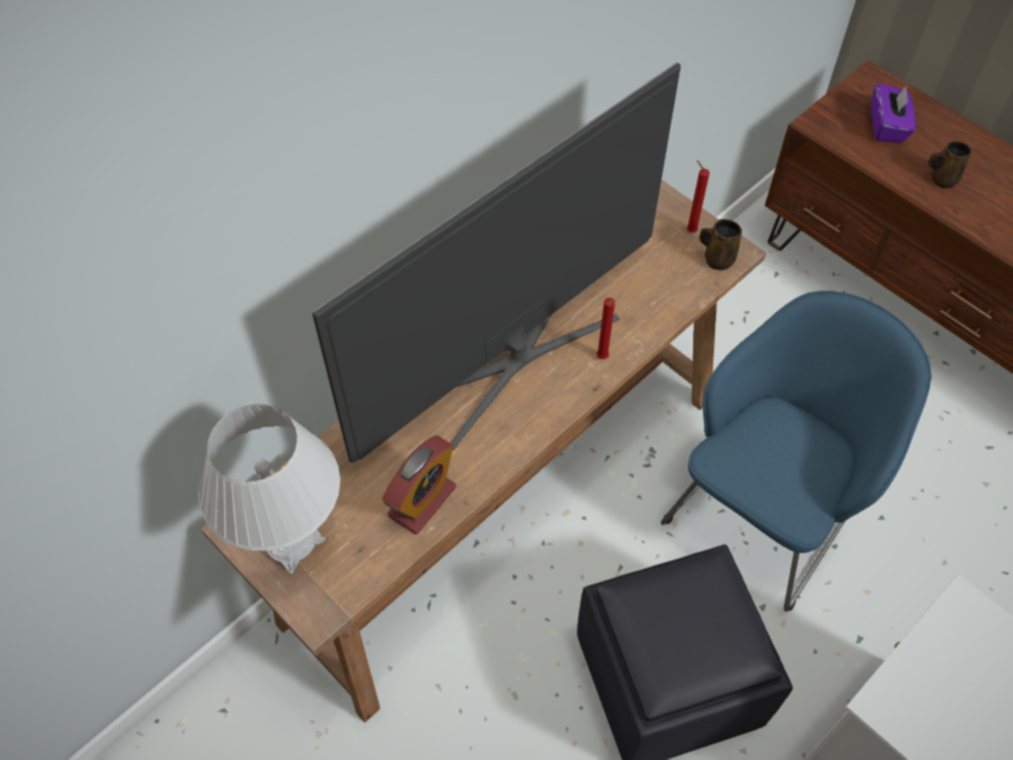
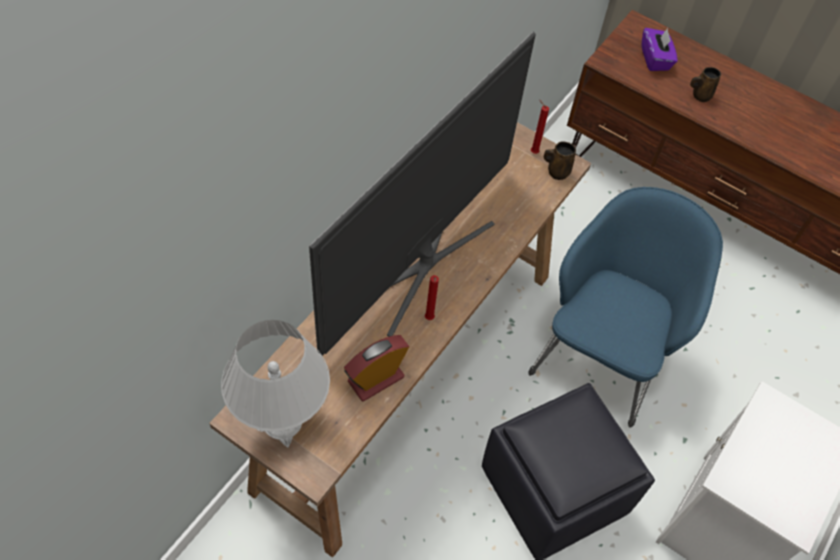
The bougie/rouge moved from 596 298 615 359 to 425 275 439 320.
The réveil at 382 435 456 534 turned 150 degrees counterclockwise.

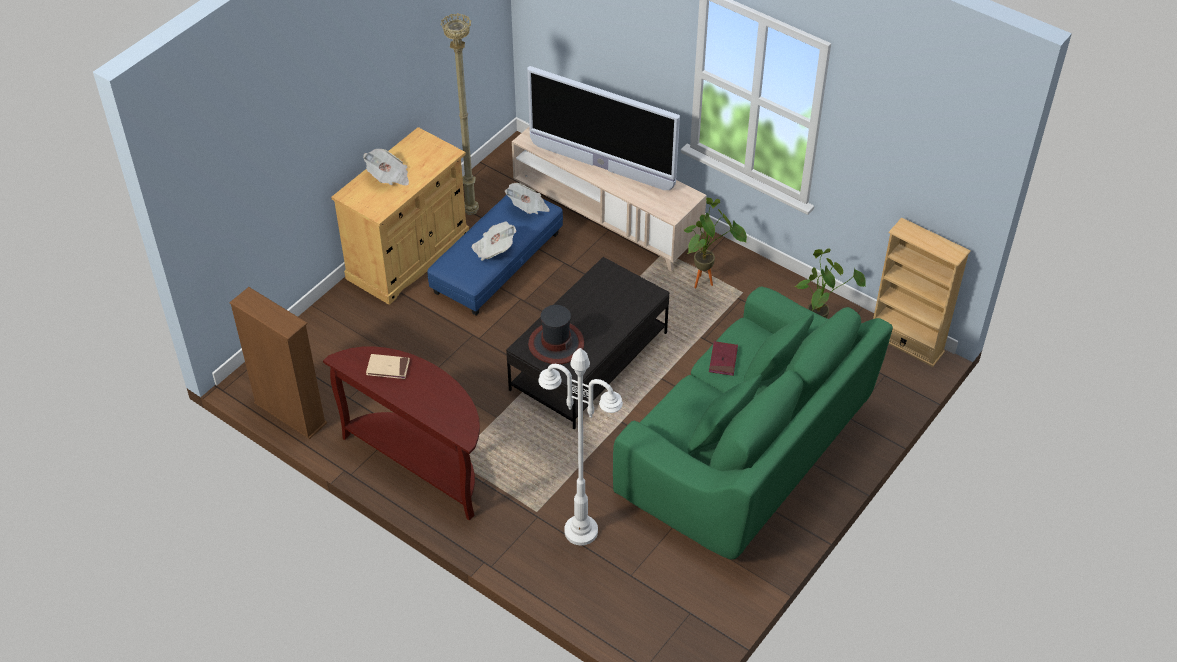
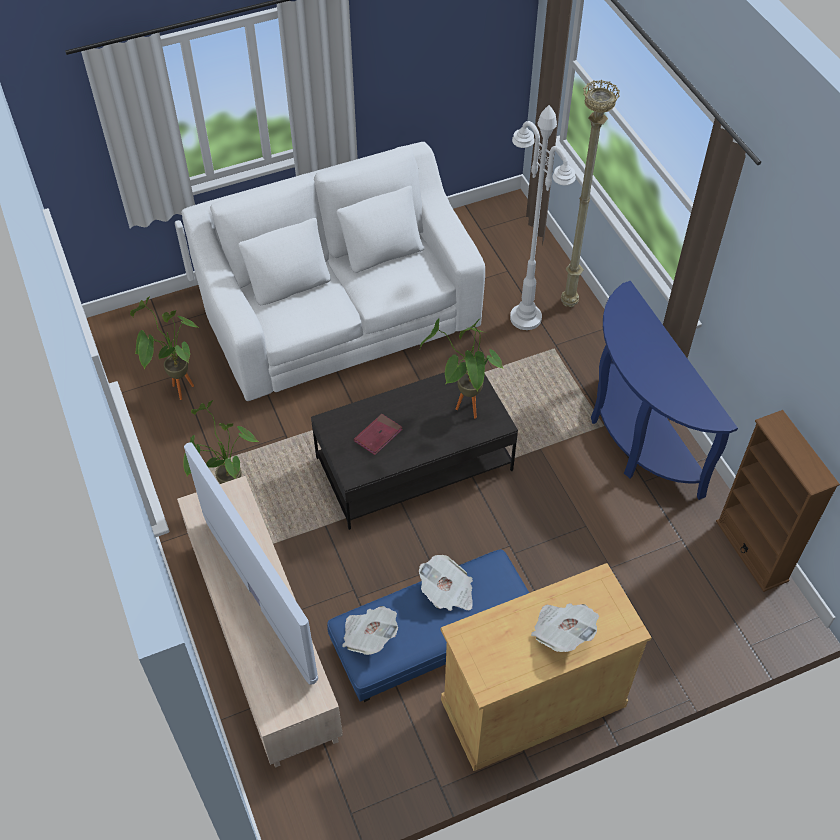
The livre/beige at 366 354 410 379 disappeared.
The bibliothèque/beige at 873 218 971 367 disappeared.
The lampadaire/beige moved from 441 14 479 215 to 561 79 620 307.
The livre/rouge moved from 709 341 738 376 to 354 414 403 455.
The chapeau at 528 305 584 364 was replaced by the plante en pot at 419 319 504 418.
The table console/marron at 323 346 480 521 became the table console/bleu at 591 281 738 500.
The canapé/vert at 613 286 893 559 became the canapé/blanc at 181 142 485 401.

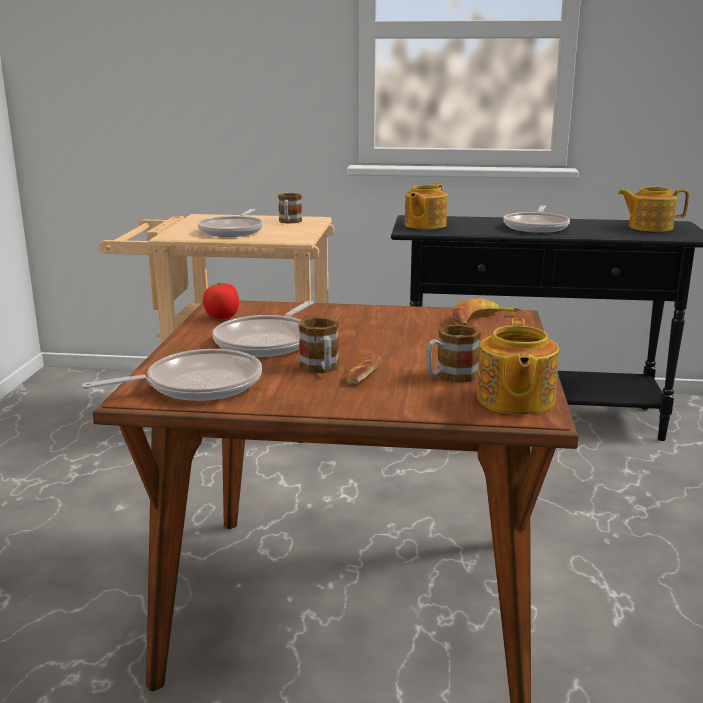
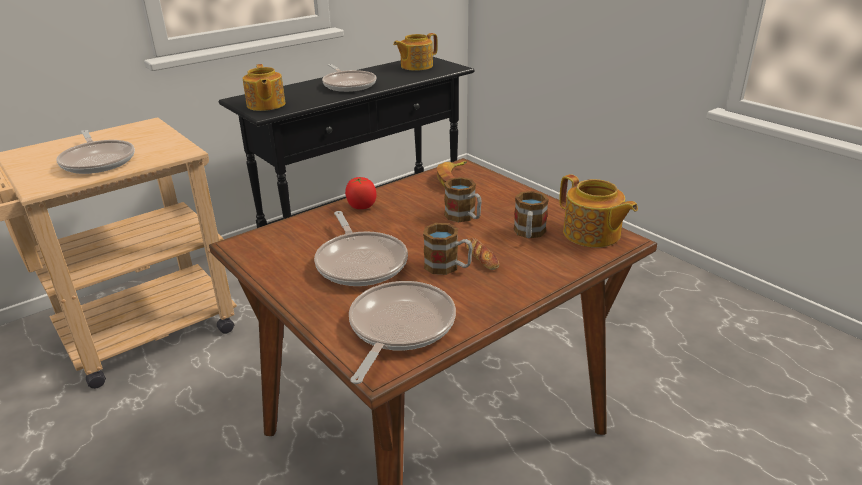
The tomate moved from 203 282 239 319 to 345 177 377 209.
The mug moved from 278 193 302 224 to 444 177 482 222.

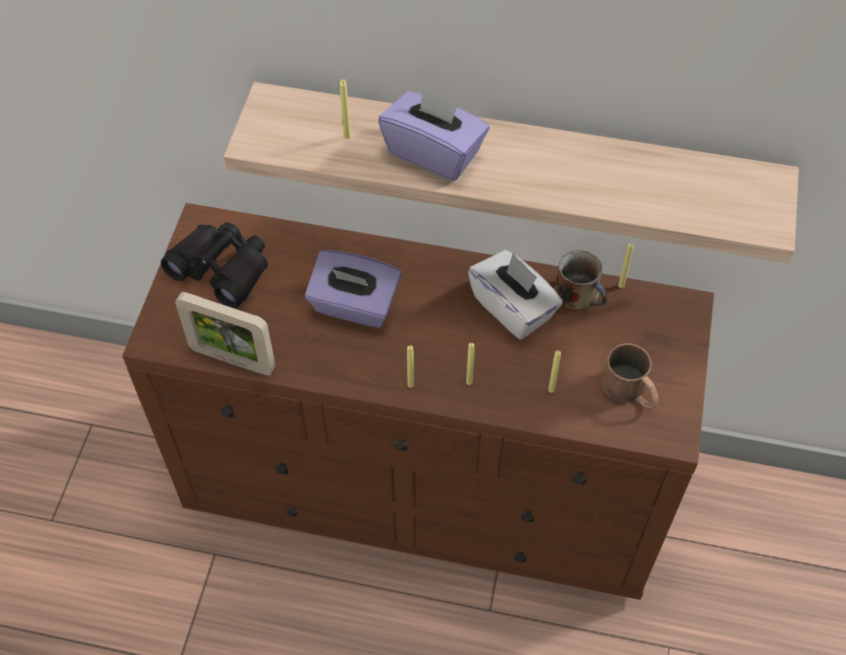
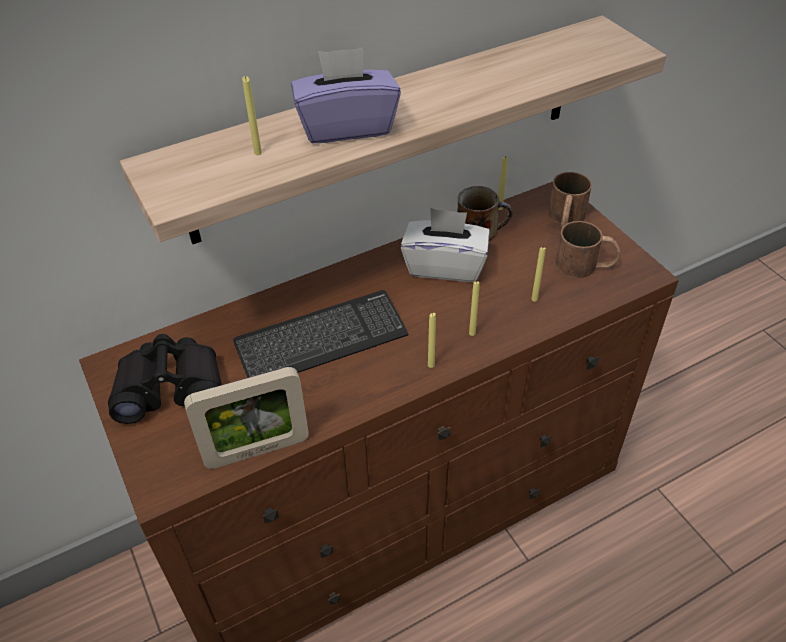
The mug/marron at 548 172 592 229 appeared.
The boîte à mouchoirs/violet at 305 250 402 328 was replaced by the clavier at 233 290 408 378.

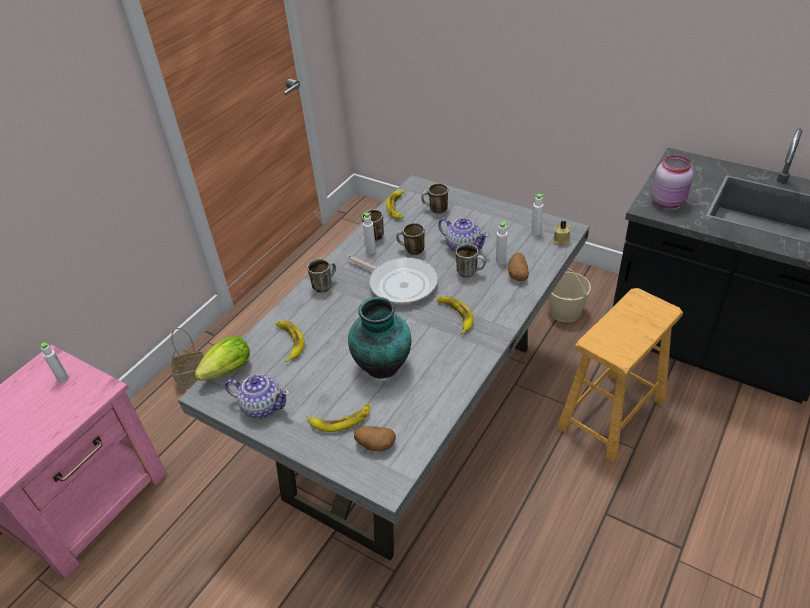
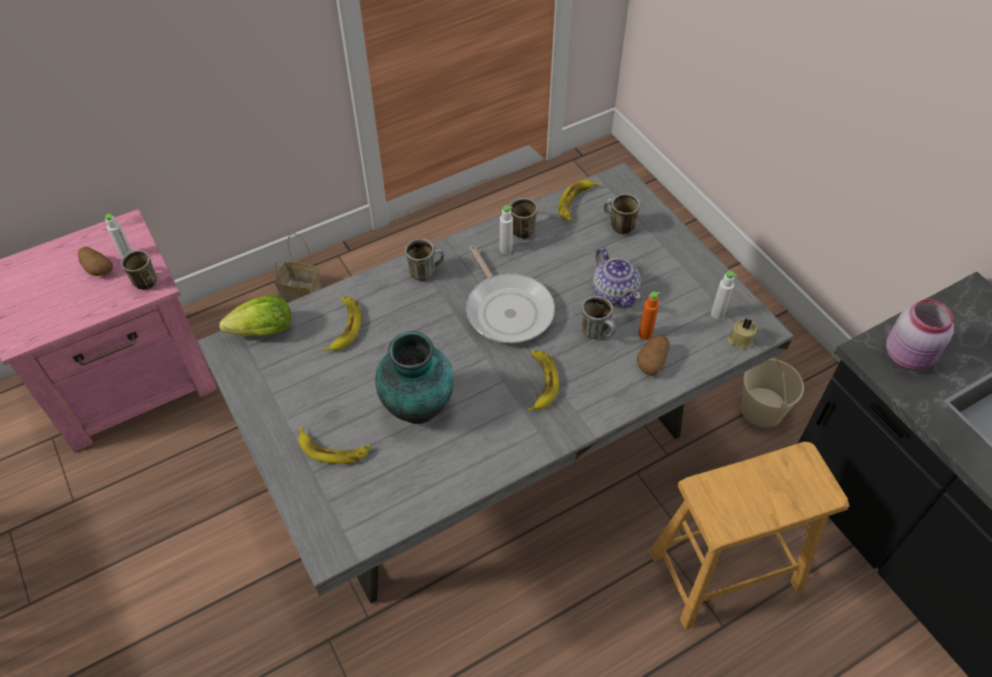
The théière at 225 374 290 418 disappeared.
The pomme de terre moved from 354 426 396 451 to 78 247 113 276.
The mug moved from 396 223 425 255 to 121 250 157 290.
The bouteille/blanc at 496 221 508 264 became the bouteille/orange at 638 291 660 340.

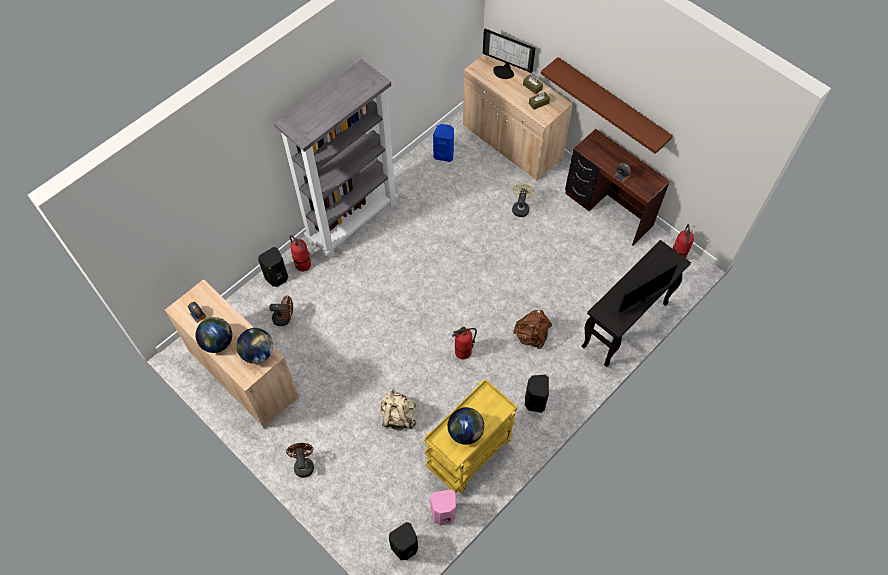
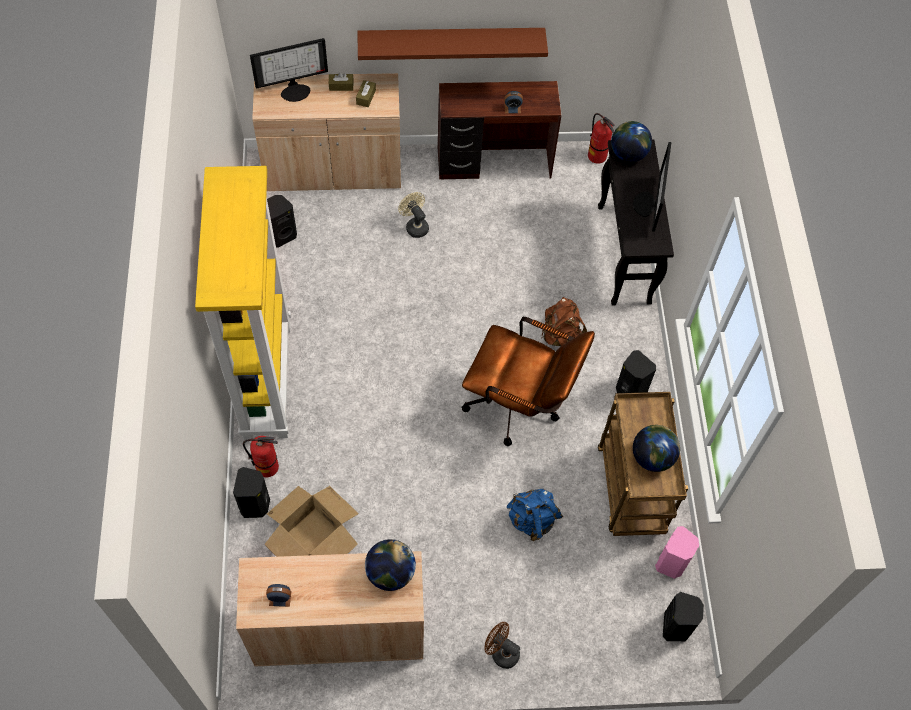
The globe moved from 196 317 232 353 to 611 121 652 162.
The ventilateur/marron at 269 296 293 326 was replaced by the carton at 264 486 359 557.
The extincteur at 452 326 477 359 was replaced by the chaise de bureau/marron at 462 317 595 446.
The bibliothèque/gris at 274 59 398 259 became the bibliothèque/jaune at 195 166 291 439.
The sac à dos/beige at 380 389 416 430 became the sac à dos/bleu at 507 489 563 541.
The chariot/jaune at 424 379 518 493 became the chariot/marron at 598 392 688 536.
The enceinte/bleu at 433 124 454 162 became the enceinte/noir at 267 195 297 248.

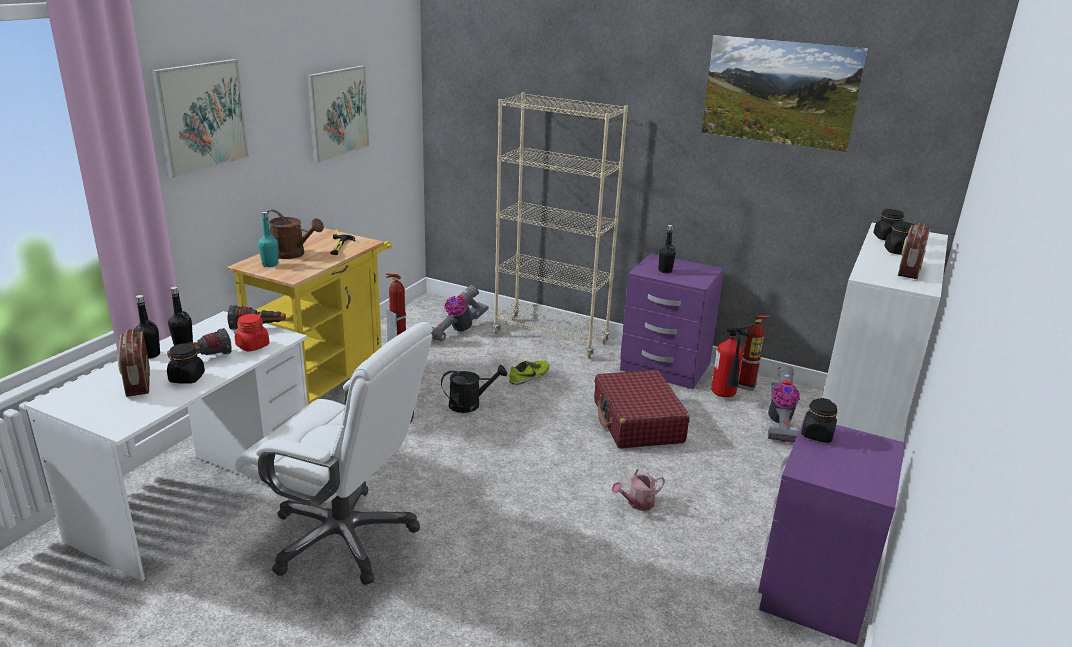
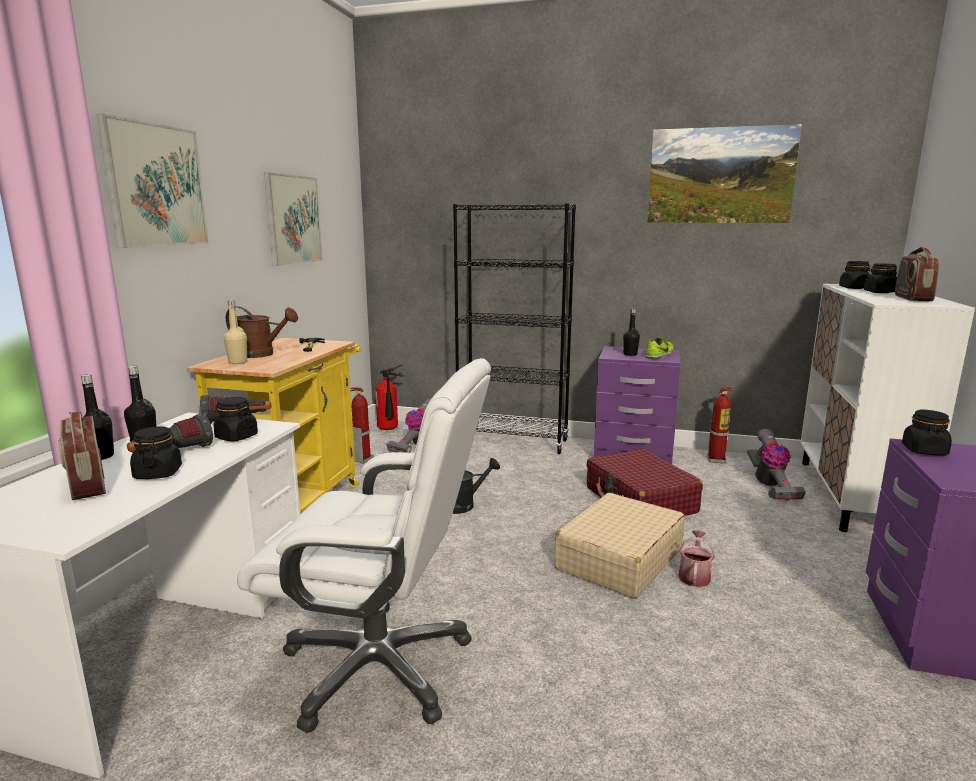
The valise/beige at 554 493 685 599 appeared.
The chaussure moved from 509 361 549 385 to 646 337 674 359.
The extincteur moved from 711 323 756 397 to 375 365 404 430.
The bocal/rouge at 235 314 269 352 became the bocal/noir at 214 397 258 441.
The bouteille/turquoise at 258 211 278 267 became the bouteille/beige at 224 300 247 364.
The bibliothèque/beige at 493 92 628 359 became the bibliothèque/noir at 453 203 576 454.
The arrosoir at 611 467 665 511 turned 150 degrees clockwise.

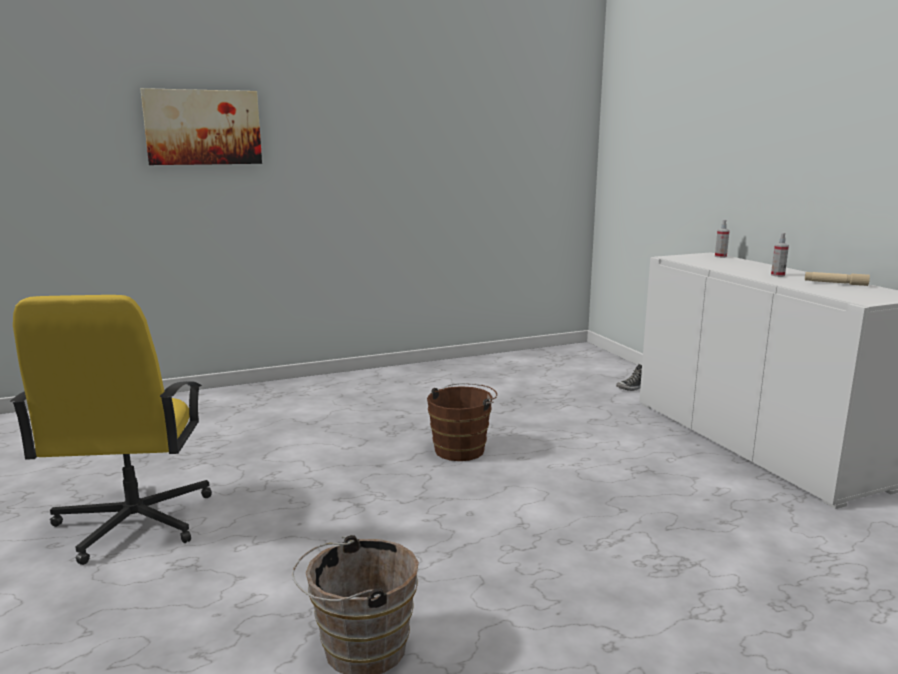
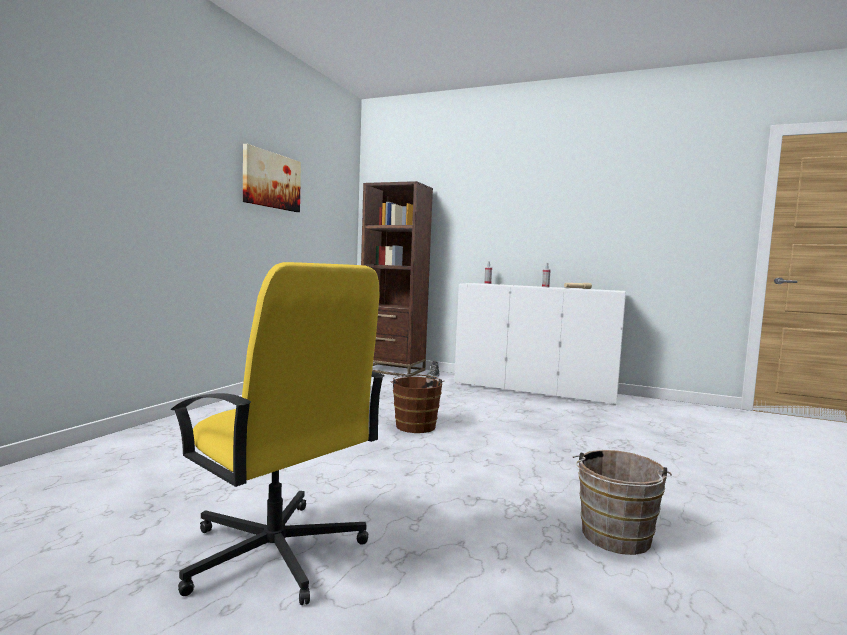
The bibliothèque/marron at 361 181 433 377 appeared.
The tableau moved from 140 88 262 165 to 243 144 301 212.

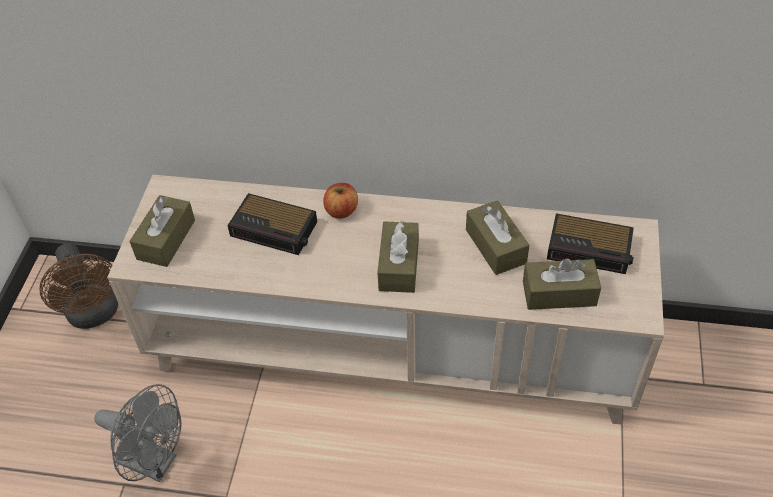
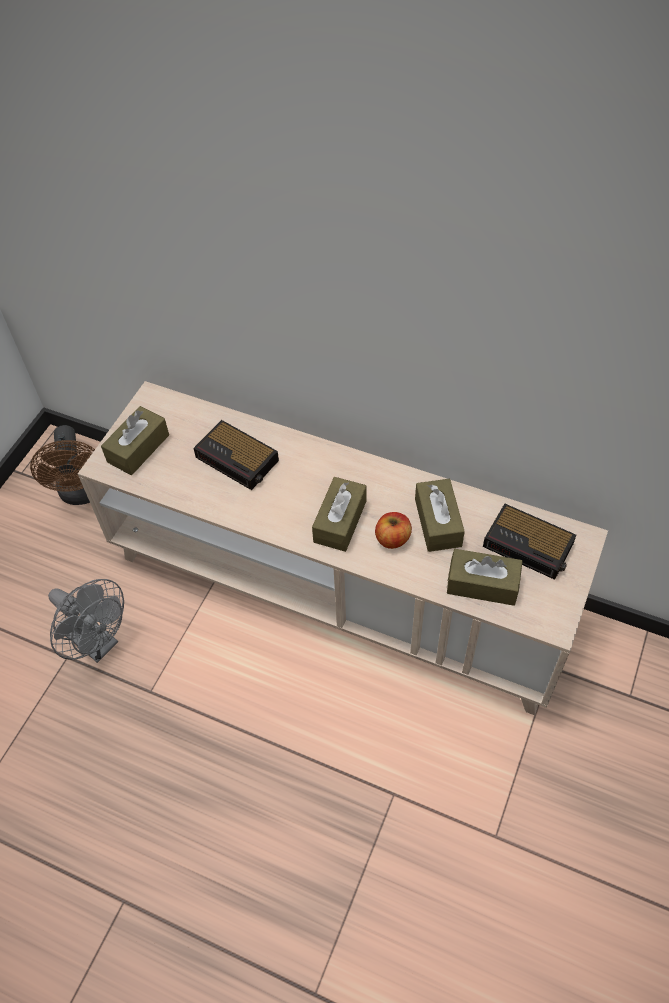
The pomme moved from 323 183 358 219 to 375 512 412 549.

